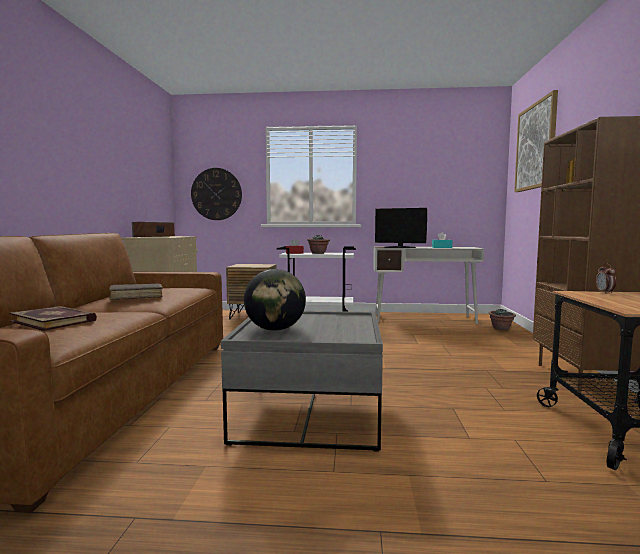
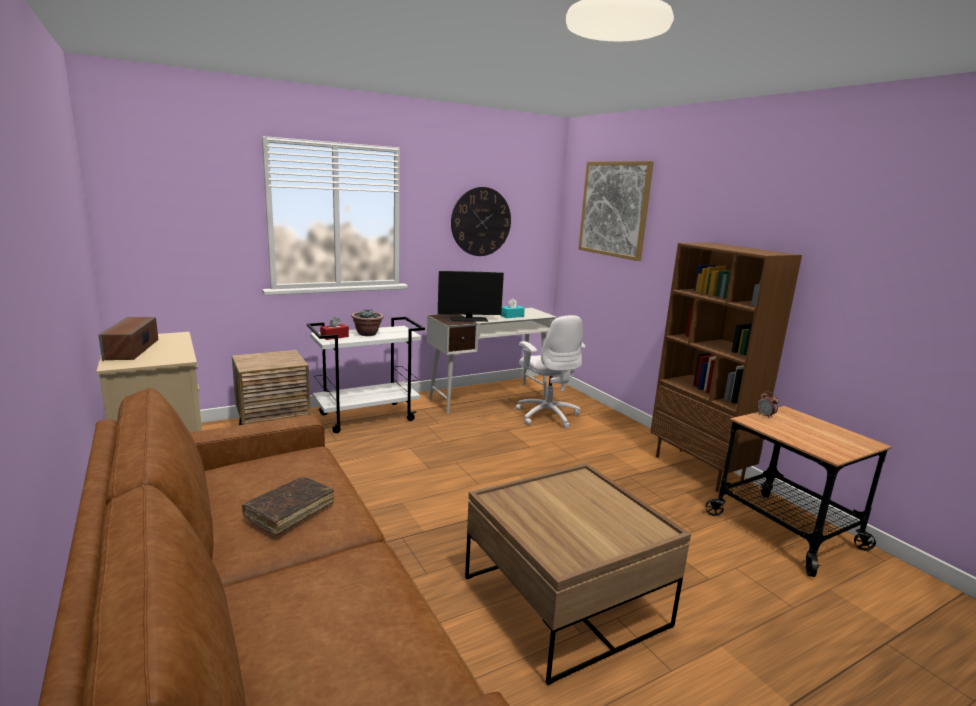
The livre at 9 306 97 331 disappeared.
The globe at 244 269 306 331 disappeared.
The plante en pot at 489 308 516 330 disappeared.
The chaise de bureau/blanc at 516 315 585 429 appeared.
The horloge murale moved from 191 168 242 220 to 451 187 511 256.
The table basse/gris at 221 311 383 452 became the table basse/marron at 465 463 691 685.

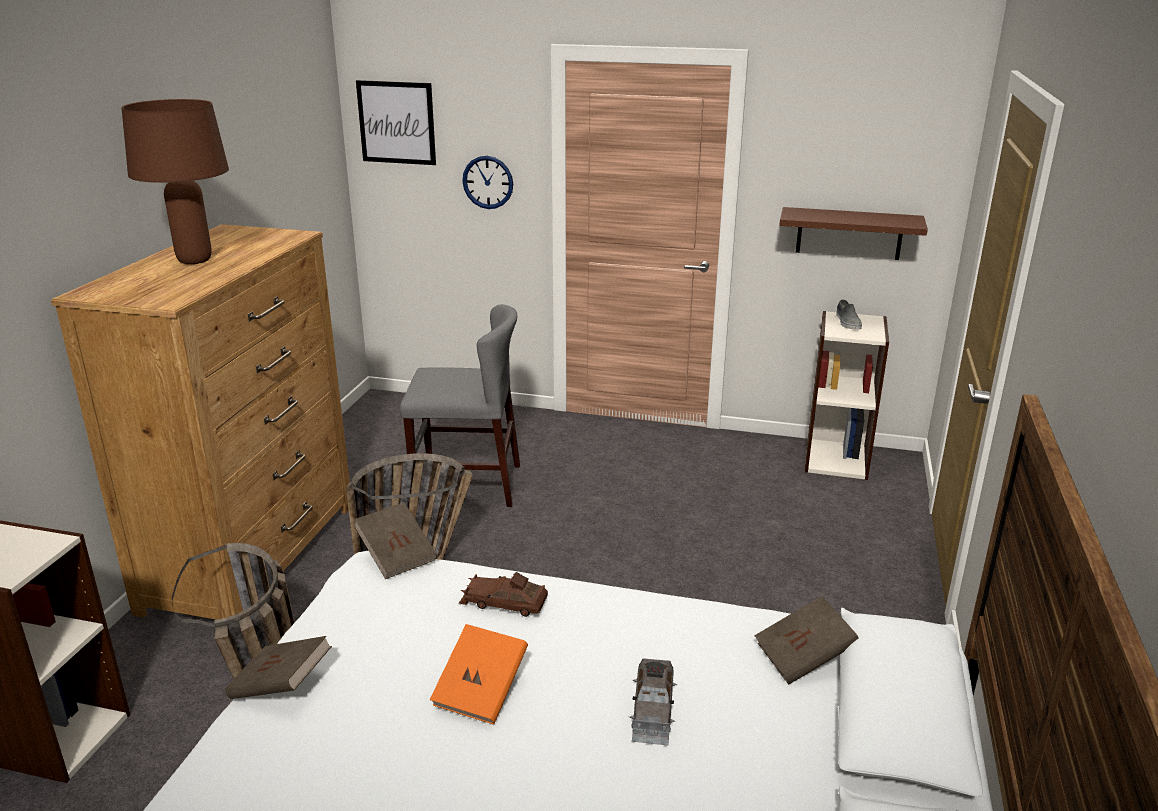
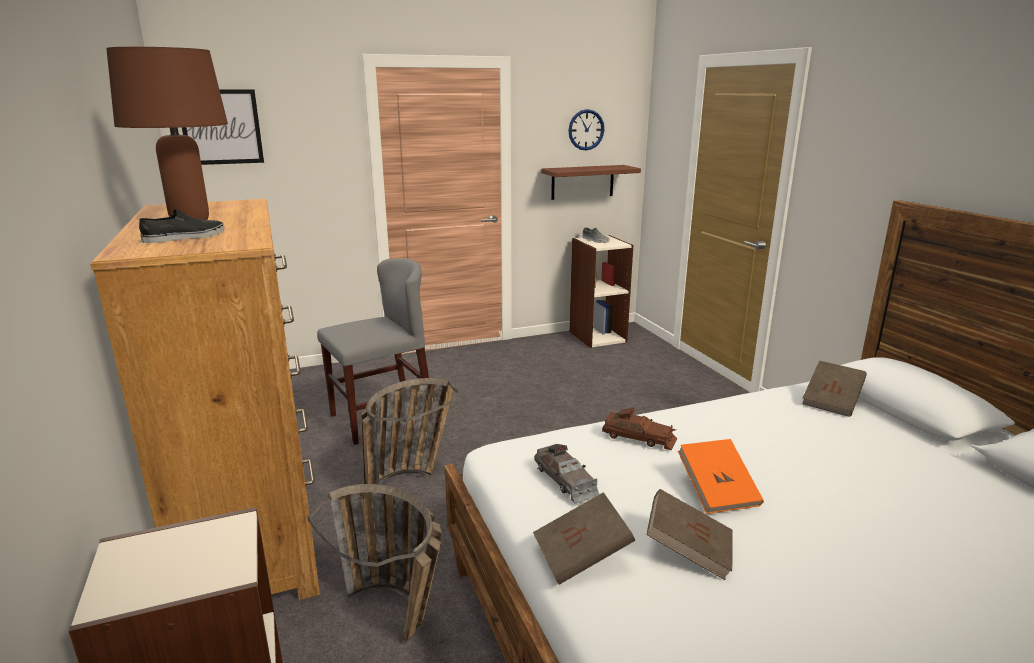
The chaussure/noir at 139 209 225 243 appeared.
The livre/marron moved from 354 502 437 579 to 646 489 733 580.
The horloge murale moved from 462 156 513 209 to 568 109 604 151.
The petite voiture/gris moved from 630 658 678 746 to 534 444 599 504.
The petite voiture/marron at 459 572 548 617 turned 135 degrees counterclockwise.

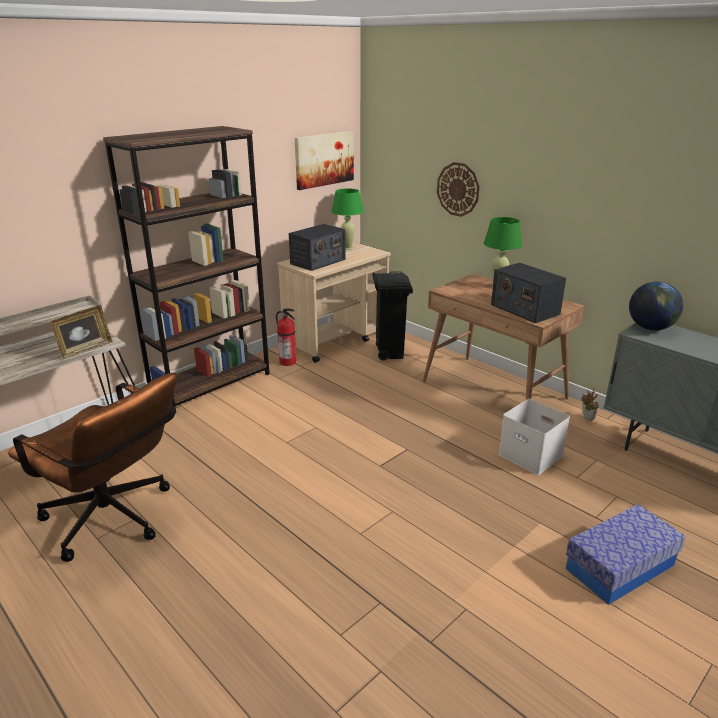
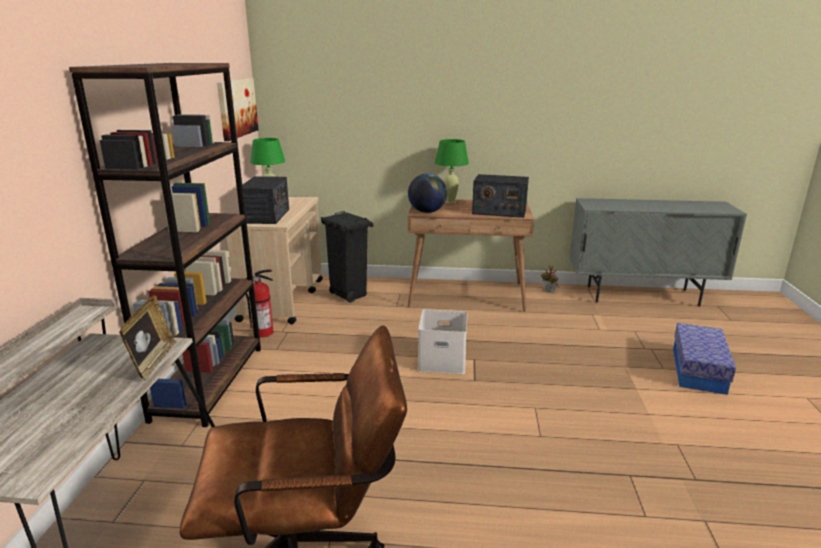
The horloge murale at 437 162 480 217 disappeared.
The boîte de rangement/blanc moved from 498 399 570 475 to 418 309 467 374.
The globe moved from 629 281 683 330 to 408 173 447 213.

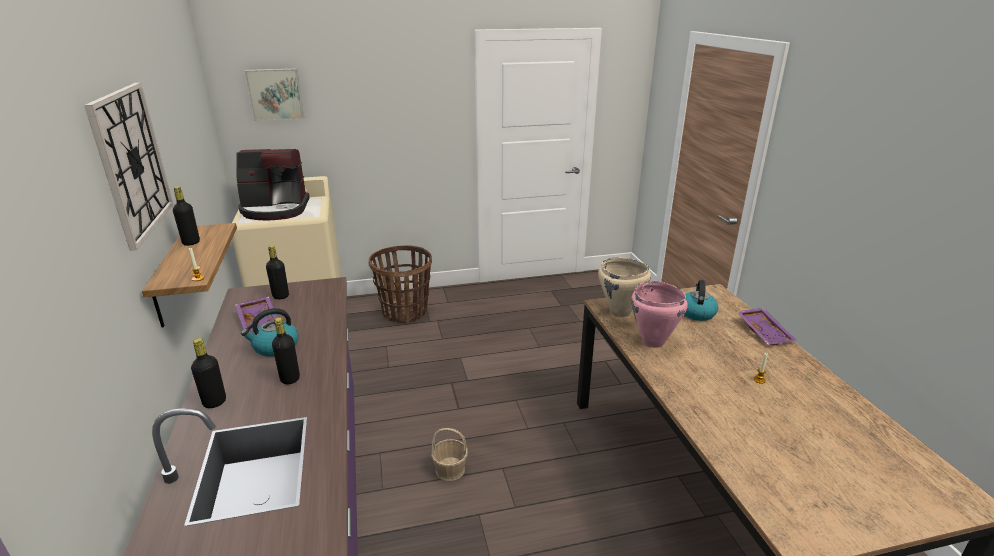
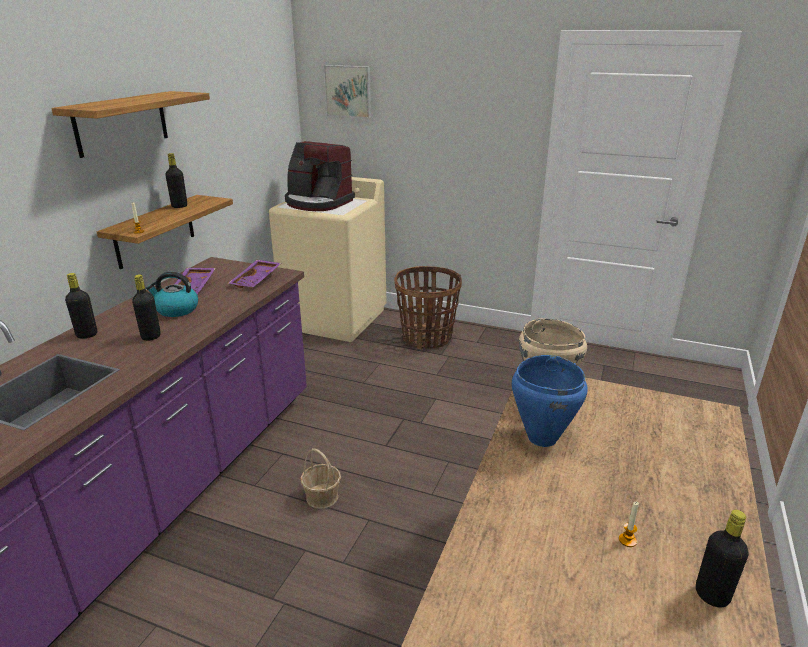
The bouilloire at 684 280 718 321 disappeared.
The bouteille/noir moved from 266 245 289 299 to 696 510 749 607.
The plateau/violet moved from 737 308 796 346 to 228 260 281 288.
The horloge murale at 84 83 173 251 was replaced by the étagère at 51 91 210 158.
The marmite/rose at 631 281 688 348 became the marmite/bleu at 512 355 588 447.

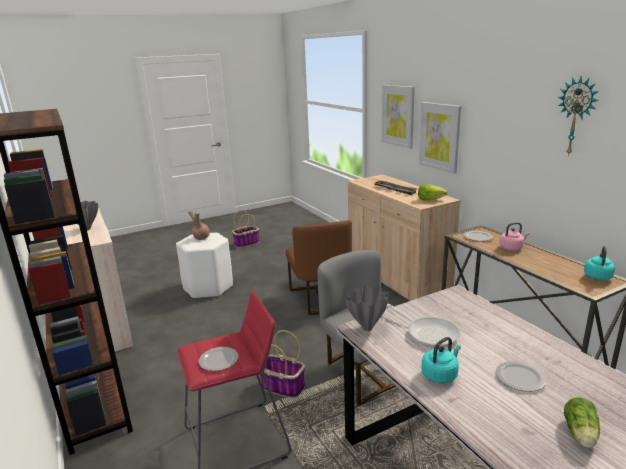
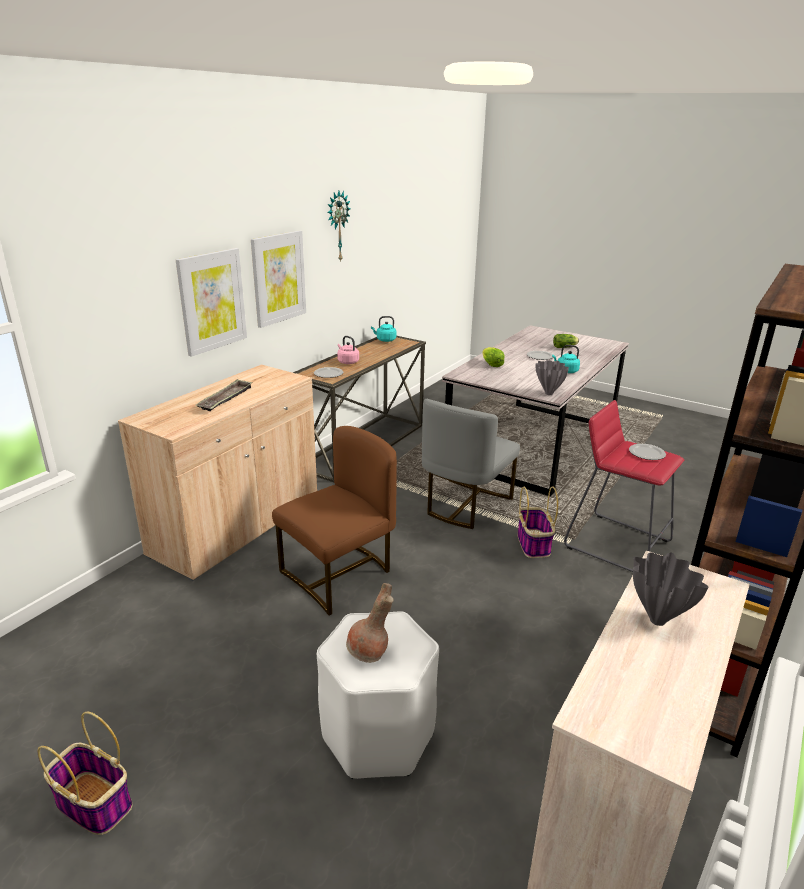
The poêle at 387 304 461 348 disappeared.
The tableau moved from 382 85 415 149 to 251 230 306 328.
The laitue moved from 418 184 448 201 to 482 347 504 367.

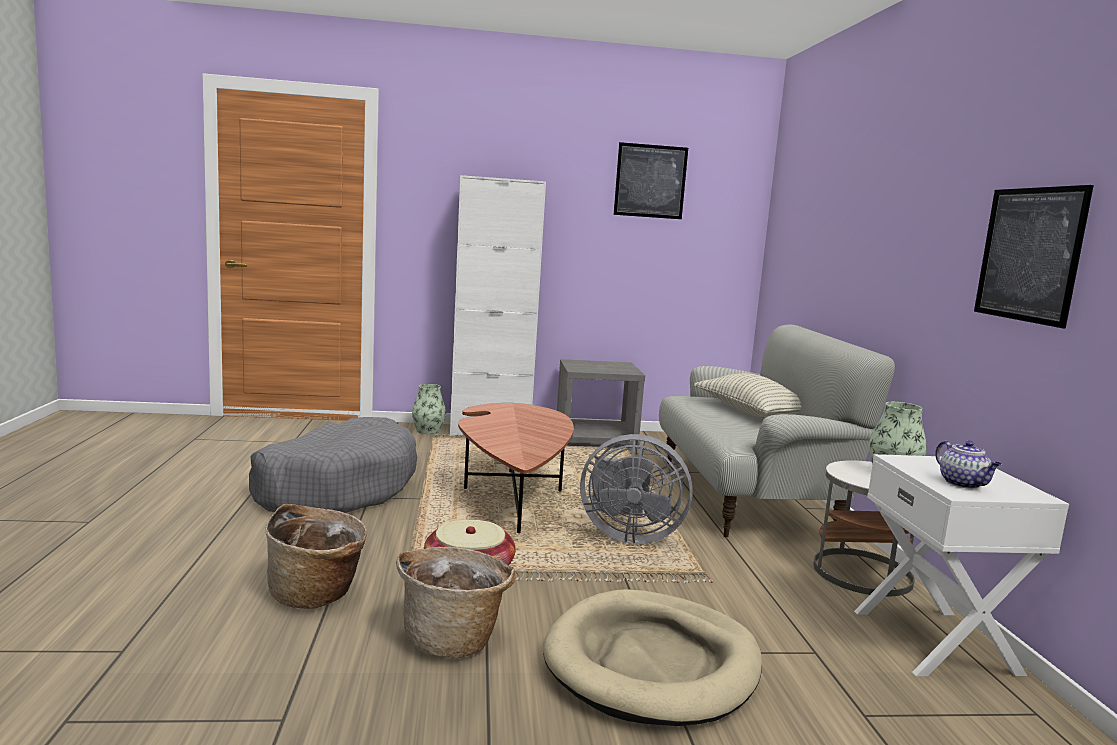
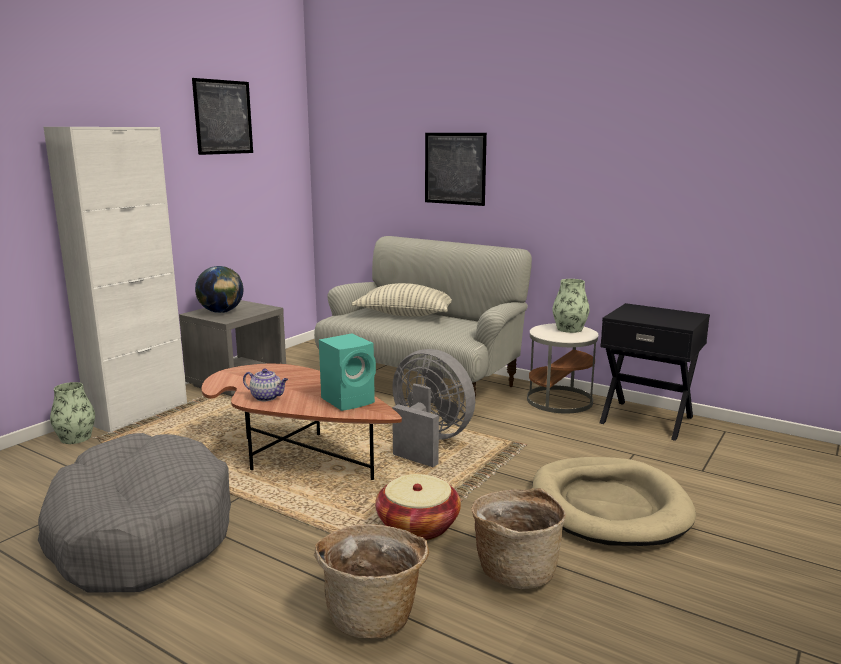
The globe at 195 266 243 313 appeared.
The enceinte/turquoise at 319 333 376 411 appeared.
The théière moved from 935 441 1002 489 to 243 369 288 401.
The tableau moved from 974 185 1094 329 to 425 133 487 206.
The table de chevet/blanc at 854 454 1069 676 became the table de chevet/noir at 600 303 710 441.
The ventilateur/gris at 580 434 692 544 turned 105 degrees counterclockwise.

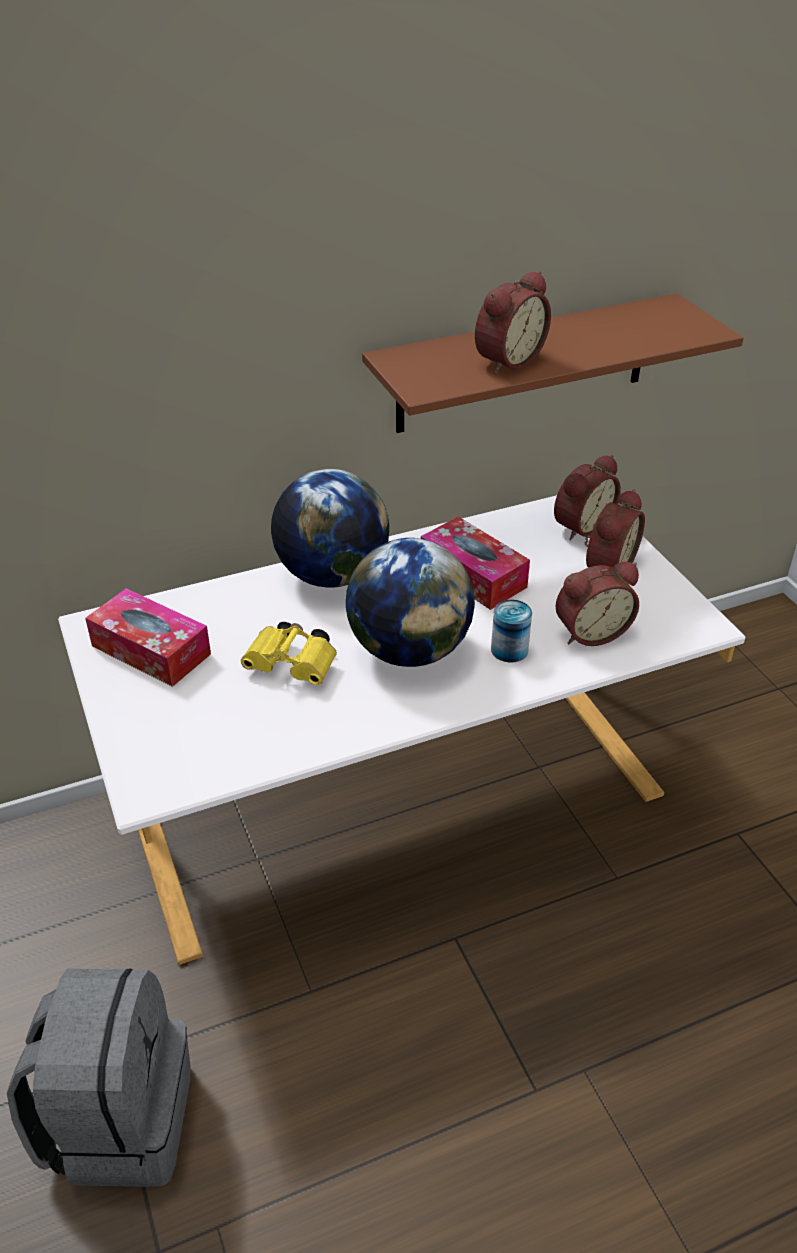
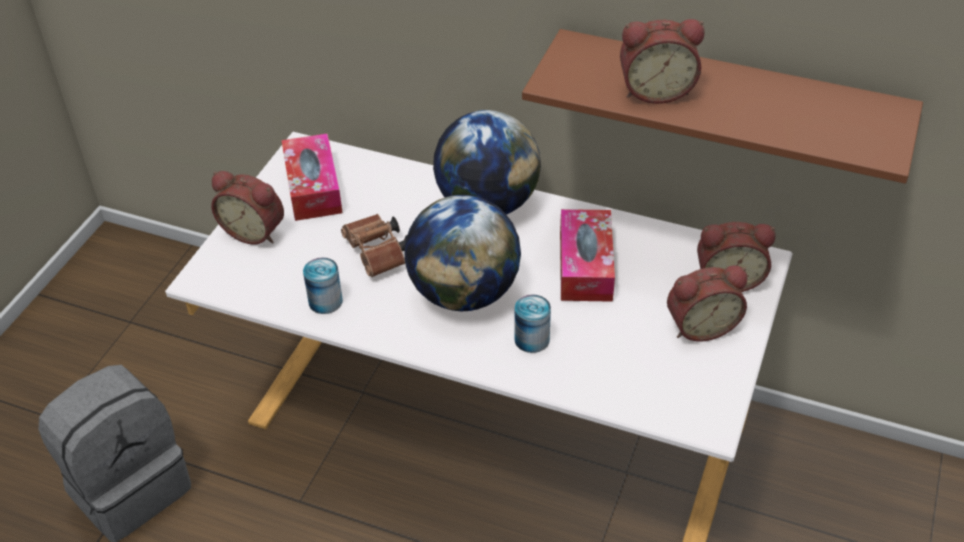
The boîte métallique at 303 257 343 314 appeared.
The réveil moved from 556 562 639 646 to 211 171 284 245.
The jumelles/jaune at 241 622 337 685 became the jumelles/marron at 341 214 407 277.

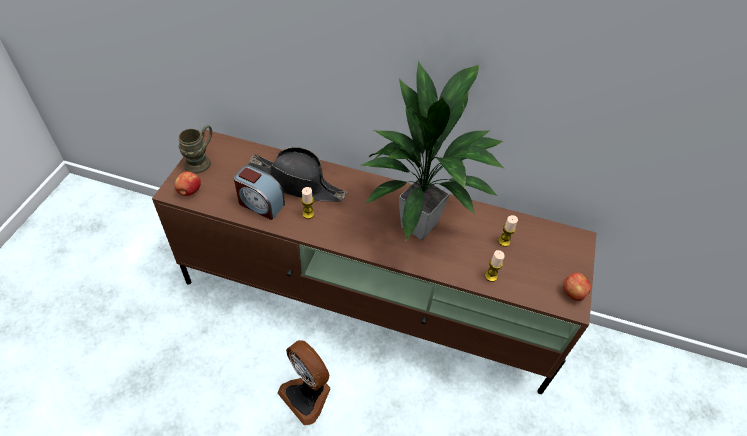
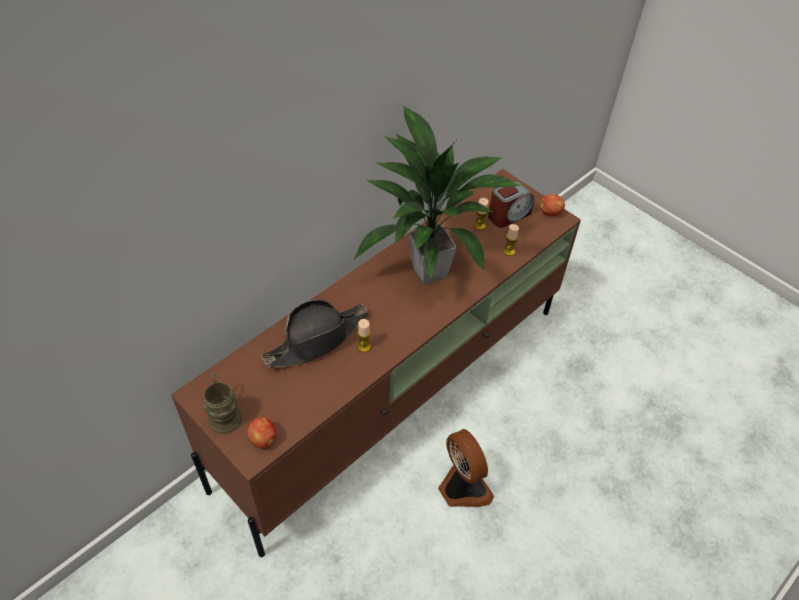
The réveil moved from 234 165 285 220 to 488 180 534 228.
The ventilateur at 277 340 331 425 turned 105 degrees counterclockwise.

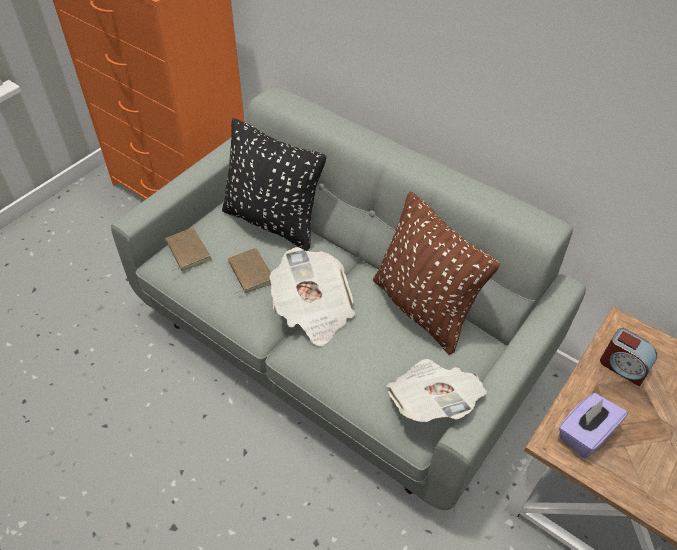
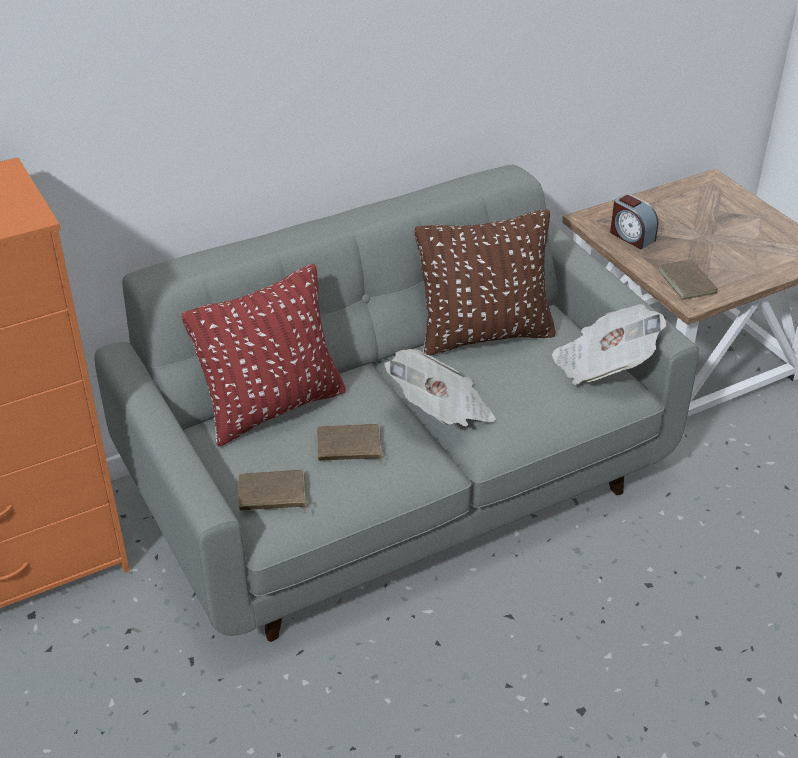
The boîte à mouchoirs/violet at 559 393 628 458 was replaced by the livre/marron at 658 257 718 300.
The coussin/noir at 222 118 326 251 became the coussin/rouge at 181 264 346 447.
The réveil at 600 328 657 387 turned 75 degrees clockwise.

